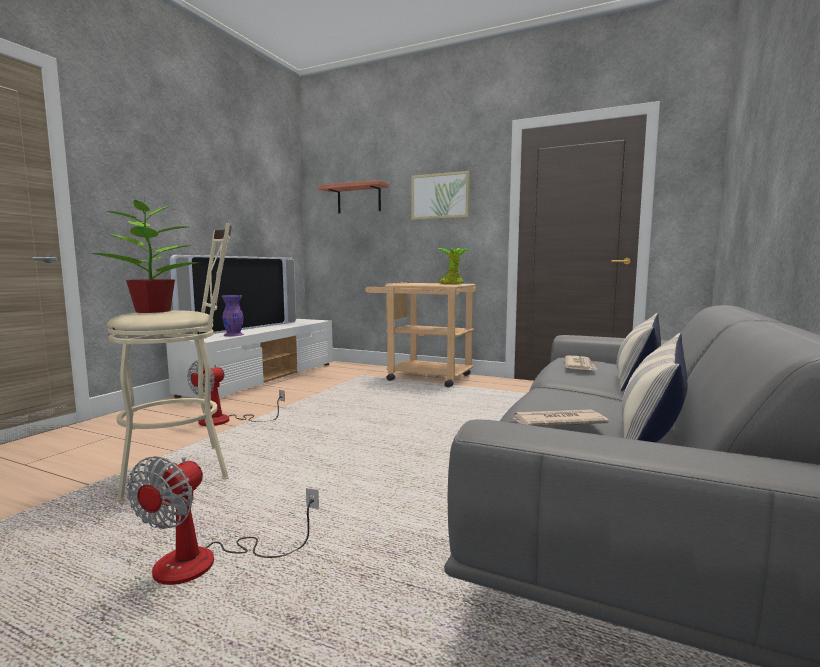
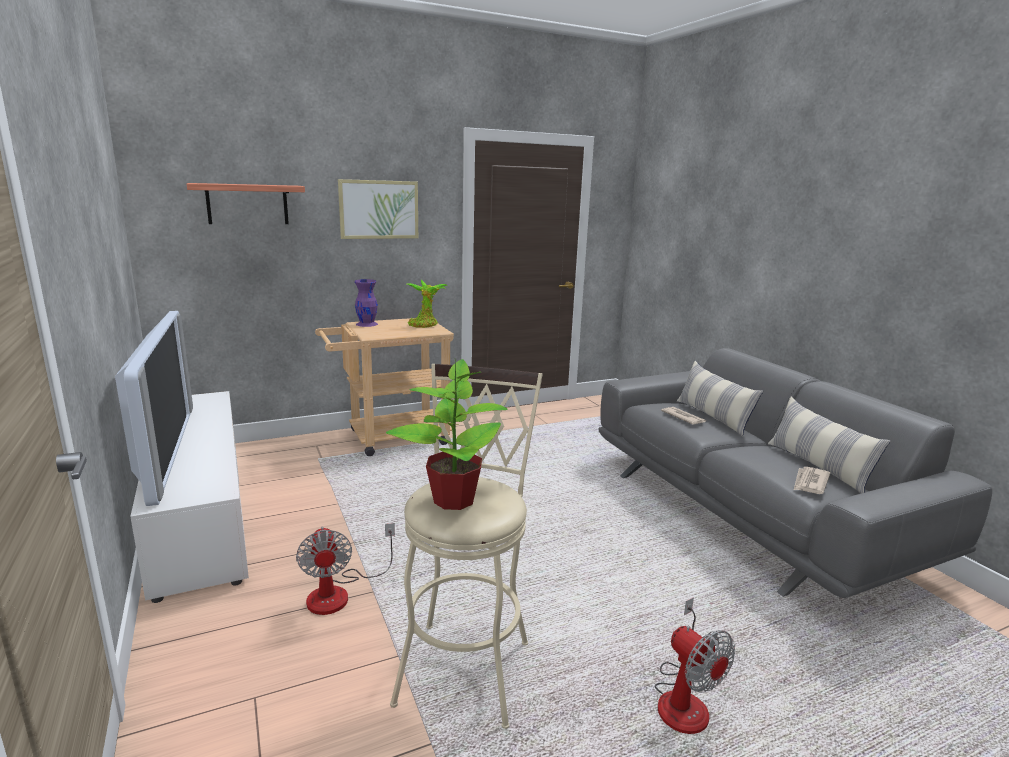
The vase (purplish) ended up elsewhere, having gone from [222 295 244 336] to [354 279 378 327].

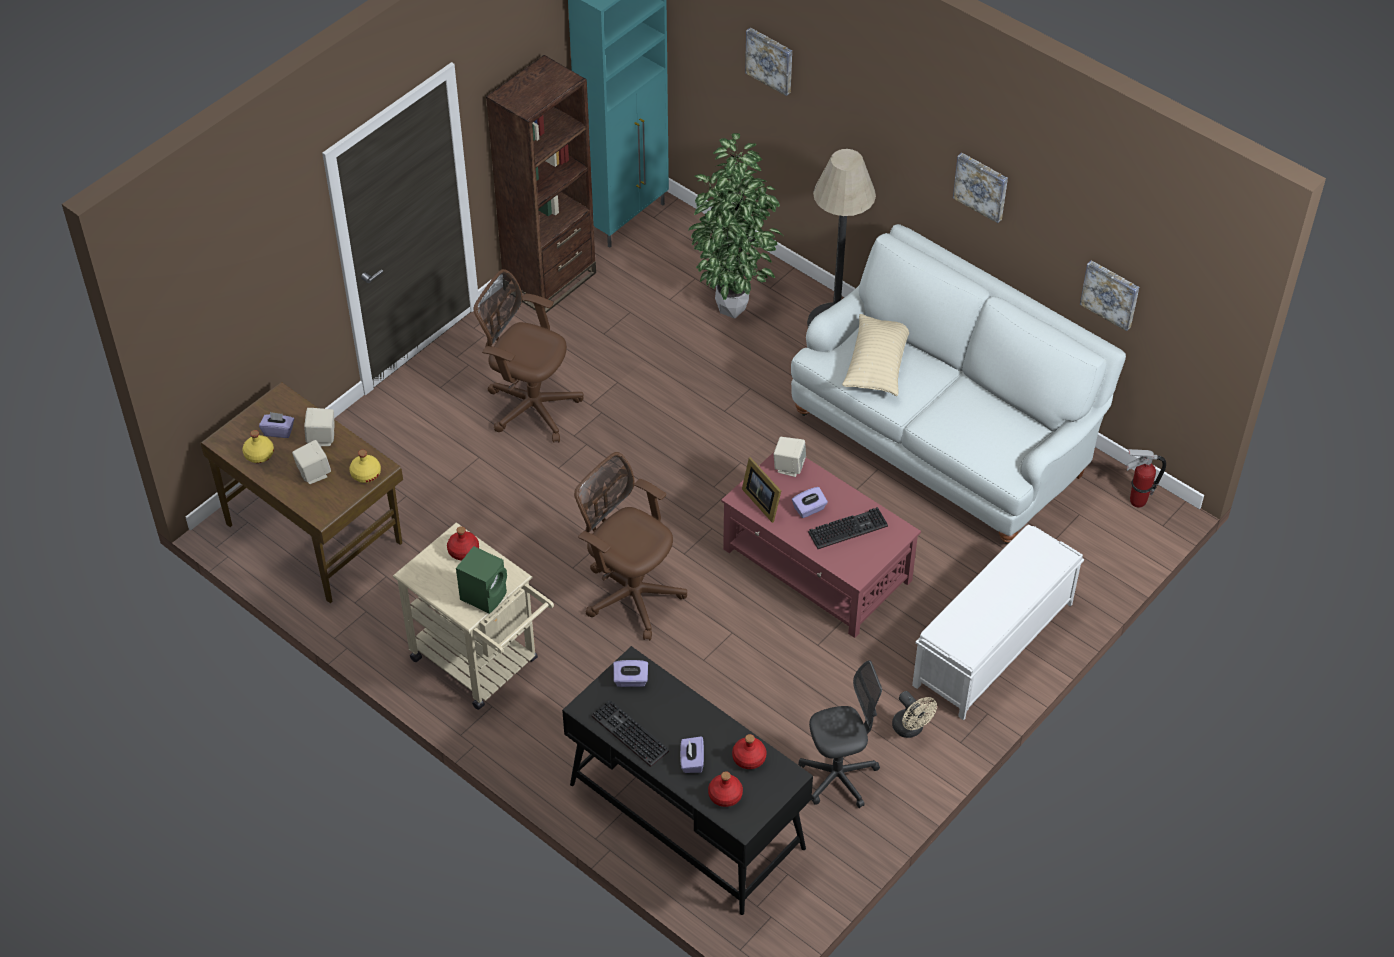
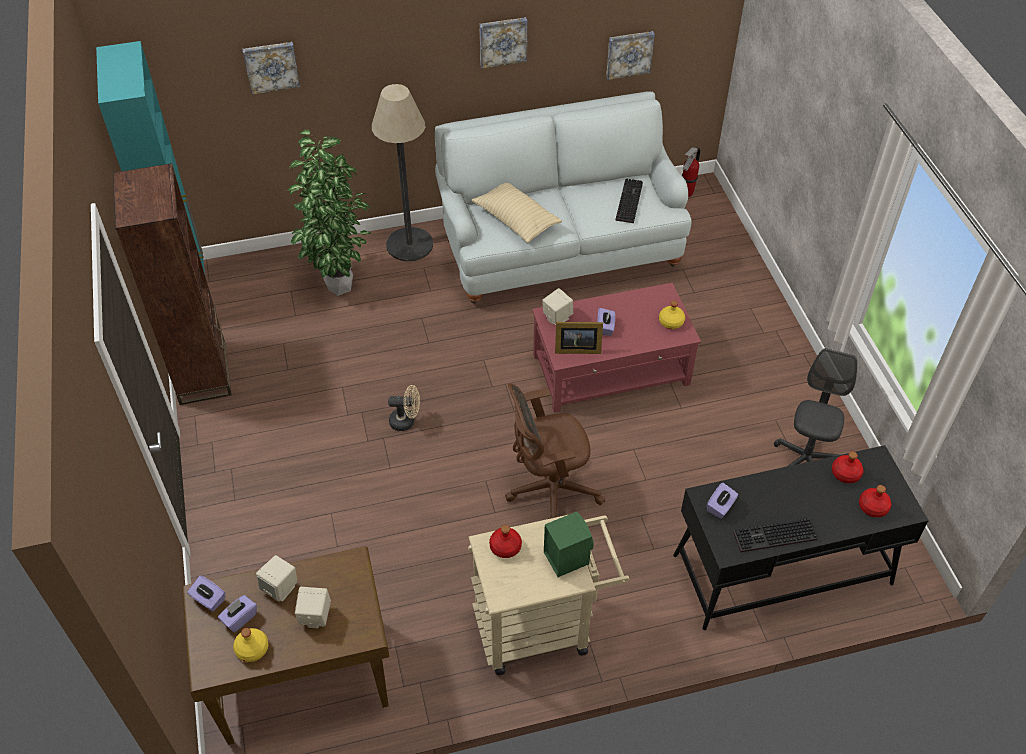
The second view lost the computer chair (brownish) at [474 269 584 443]. The second view lost the bench (white-coloured) at [912 525 1084 720]. The drink bottle (yellowish) ended up elsewhere, having gone from [349 450 381 483] to [659 301 685 329]. The tissue box (purplish) ended up elsewhere, having gone from [680 736 704 773] to [187 575 225 612]. The PC keyboard ended up elsewhere, having gone from [808 507 888 549] to [615 178 643 223]. The fan (sand-coloured) ended up elsewhere, having gone from [892 691 937 738] to [388 385 420 431].

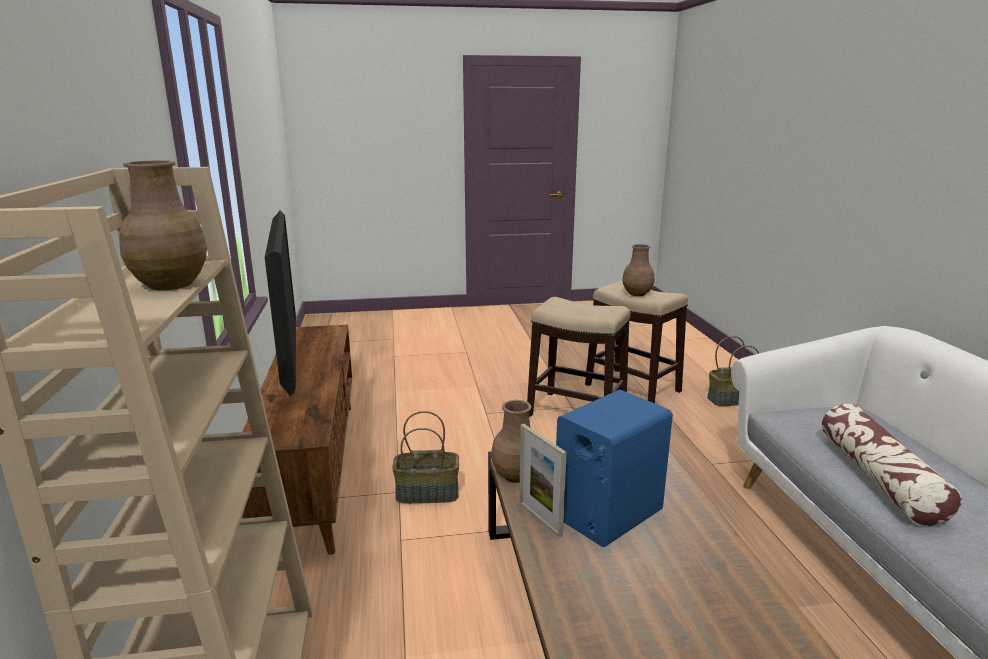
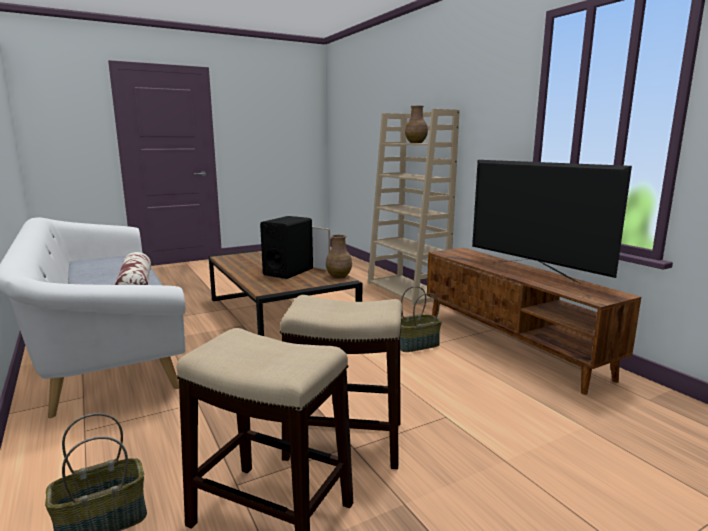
The second view lost the vase (brownish) at [622 244 655 296]. What was the audio speaker (blue-coloured) at [556 390 673 547] turned into the audio speaker (black-coloured) at [260 216 313 279].

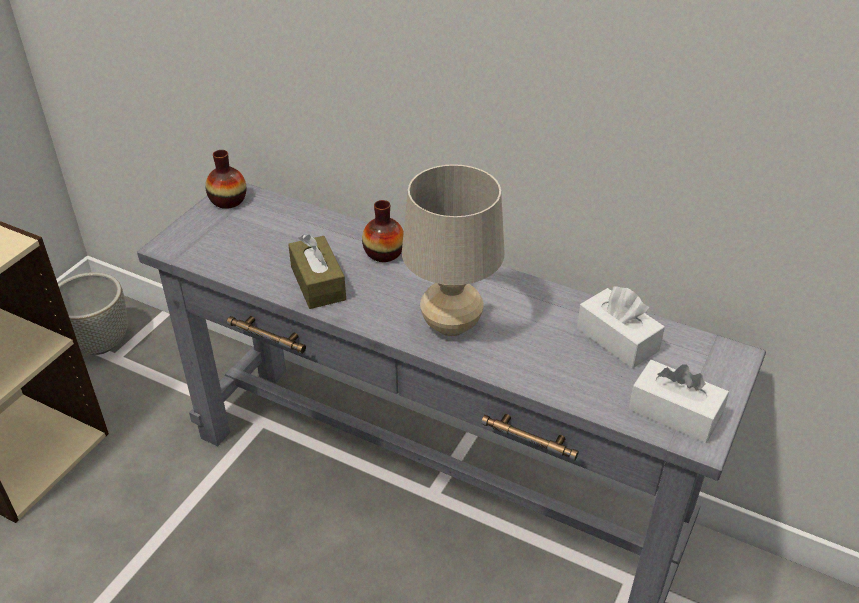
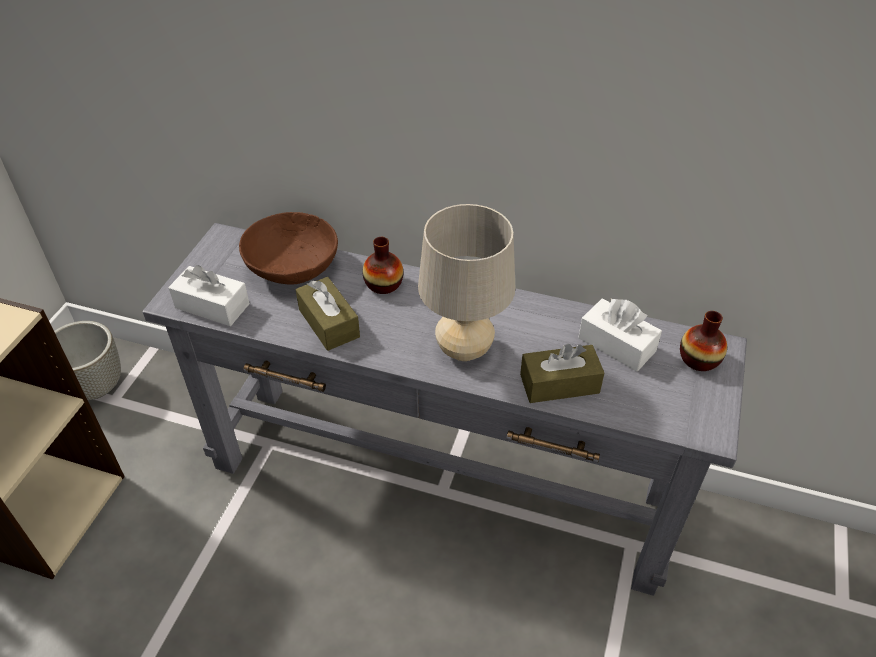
The second view gained the serving bowl (brownish) at [239 212 338 285]. The second view gained the tissue box (brownish) at [520 344 604 403]. The vase ended up elsewhere, having gone from [205 150 246 209] to [680 311 727 371]. The tissue box (white-coloured) ended up elsewhere, having gone from [629 360 729 443] to [168 265 250 326].

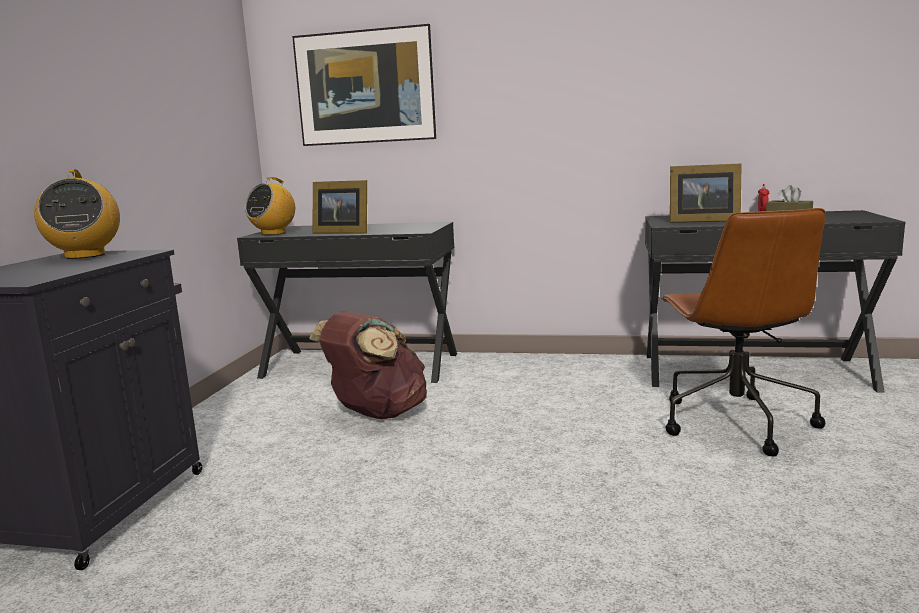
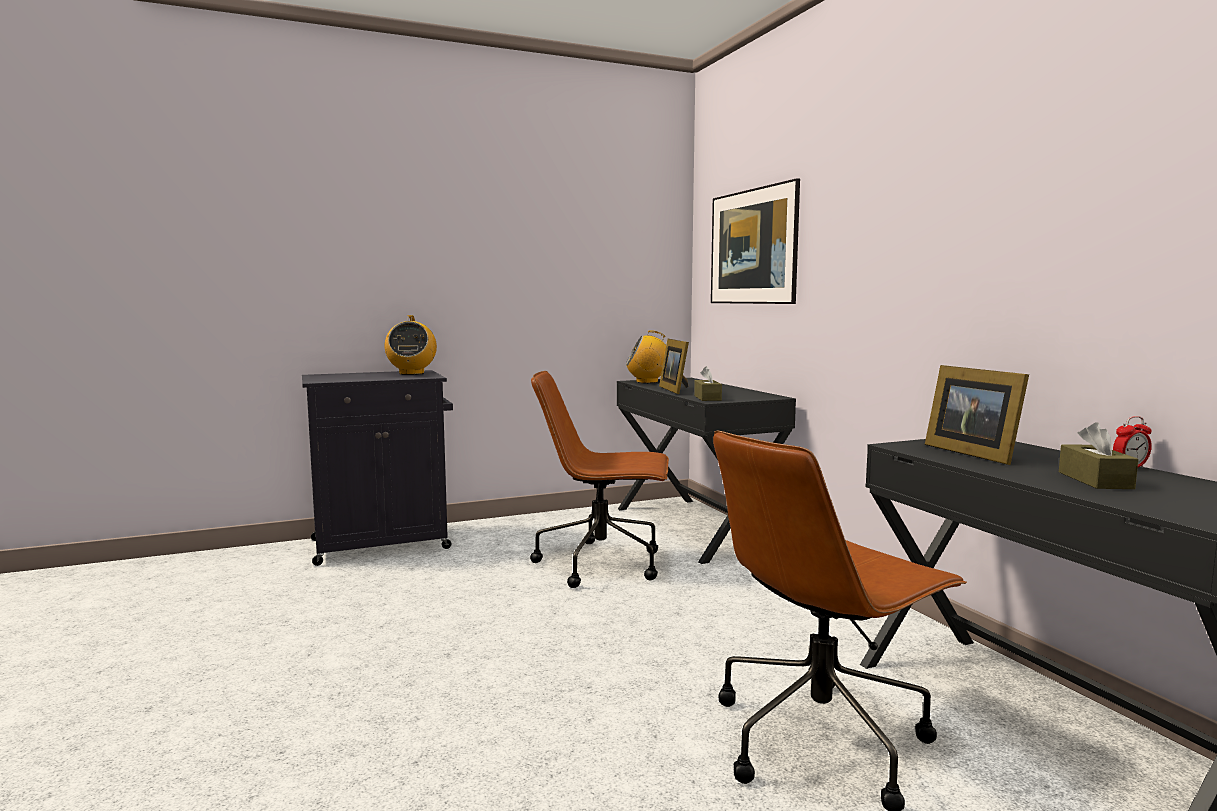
The second view gained the tissue box (brownish) at [694 366 722 401]. Where the knapsack (brownish) stood at [309 312 427 419], the computer chair (brownish) came to stand at [530 371 669 588]. The radio at [34 169 120 259] ended up facing another way, 45 degrees counterclockwise from before.

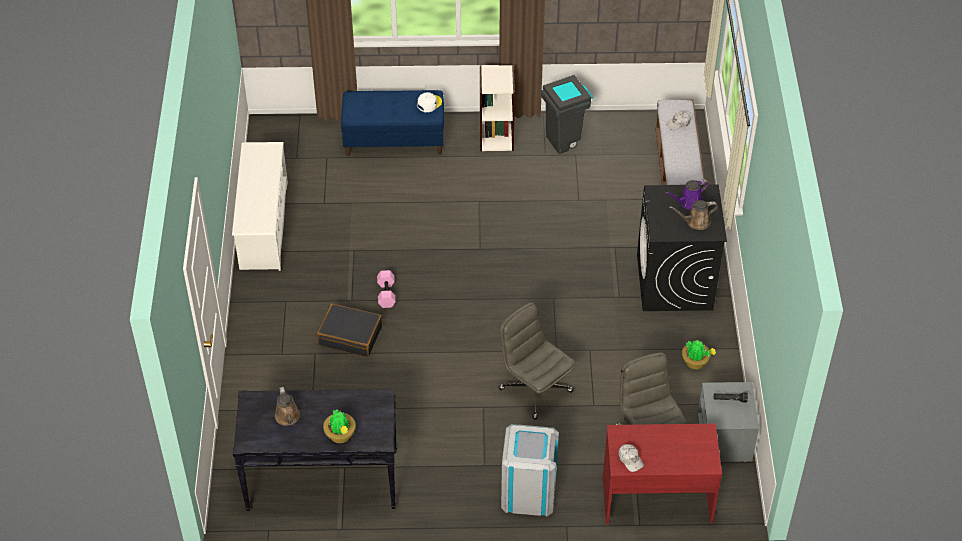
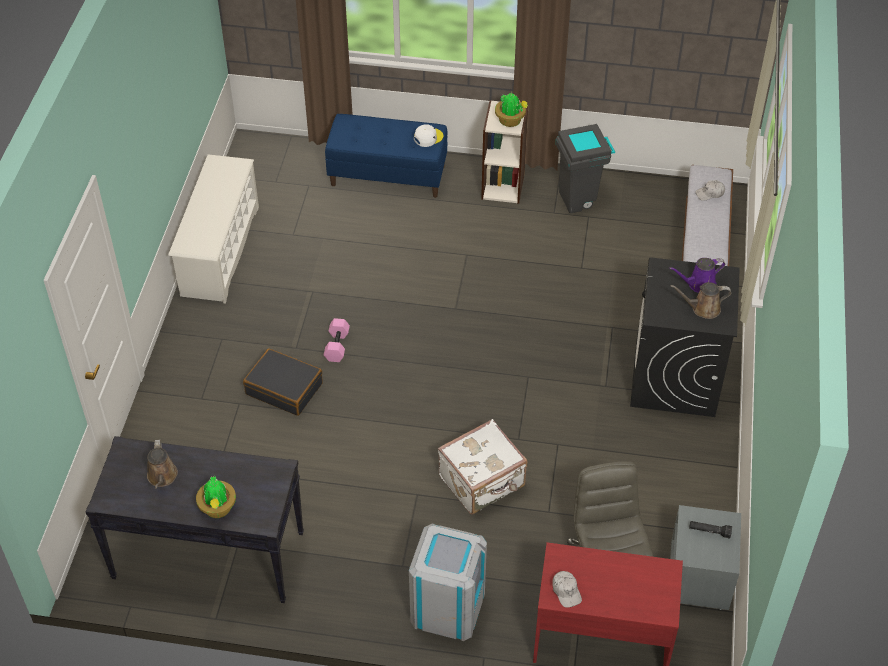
The houseplant ended up elsewhere, having gone from [681 340 716 369] to [495 93 528 127]. Where the computer chair (grey) stood at [499 302 576 420], the travel case (white-coloured) came to stand at [438 419 527 515].

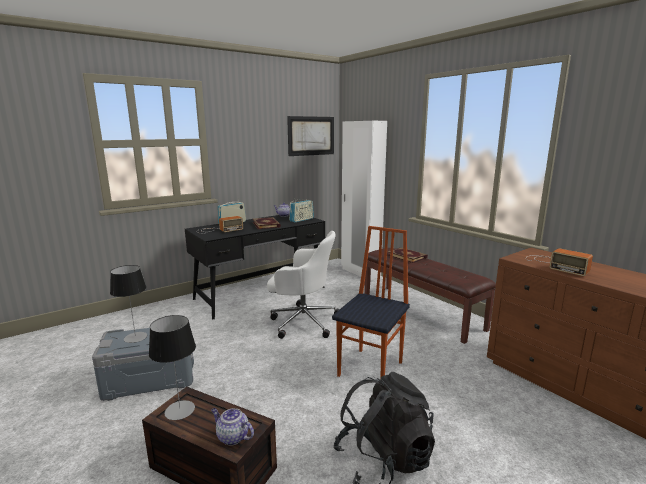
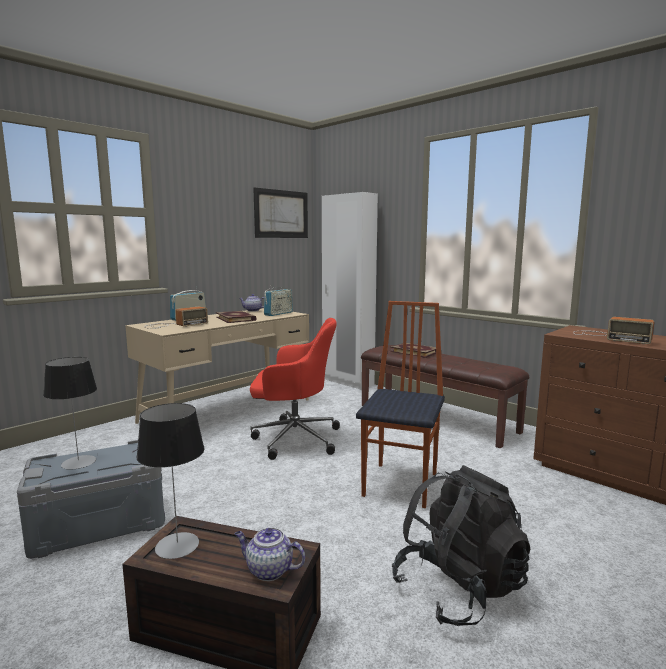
What was the desk unit (black-coloured) at [185 215 325 319] turned into the desk unit (sand-coloured) at [125 308 309 424]. What was the computer chair (white-coloured) at [267 231 340 339] turned into the computer chair (red-coloured) at [250 318 340 460].

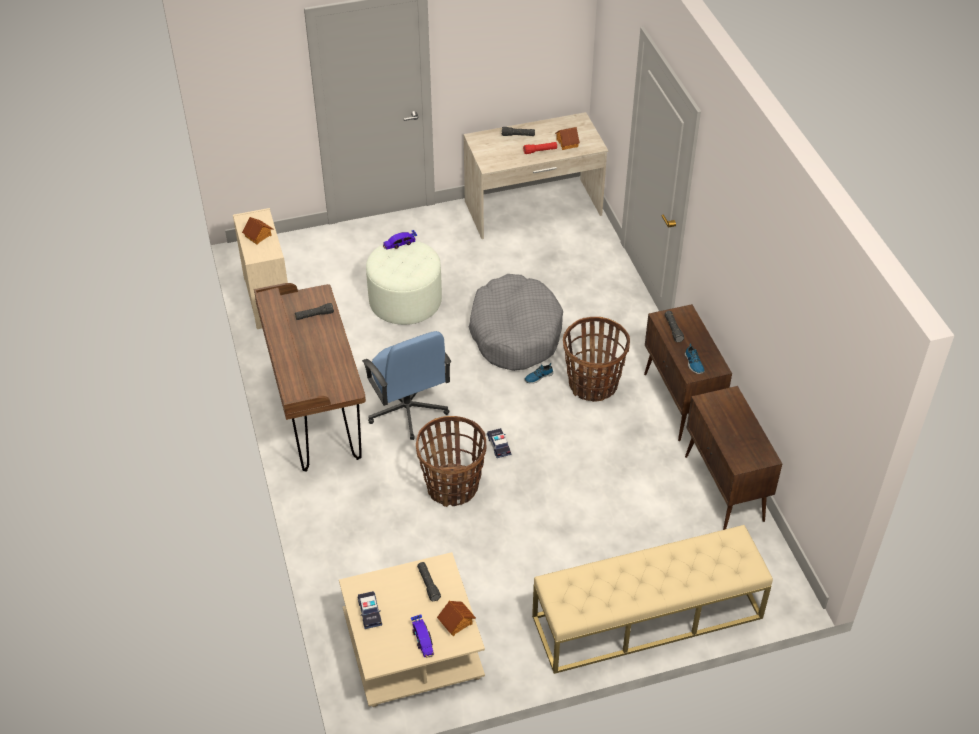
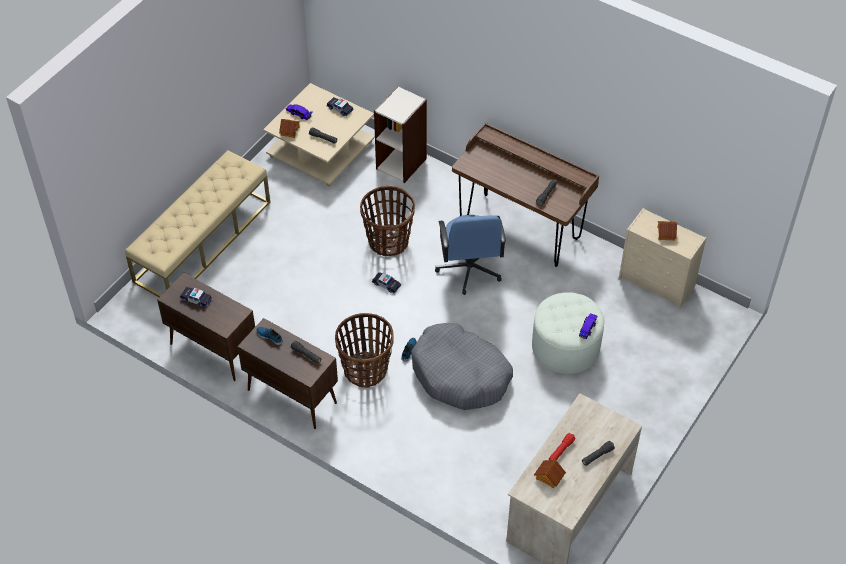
The second view gained the miniature car at [180 287 212 308]. The second view gained the bookshelf at [374 86 427 183]. The computer chair (blue-coloured) at [362 331 451 440] ended up facing another way, 120 degrees counterclockwise from before.

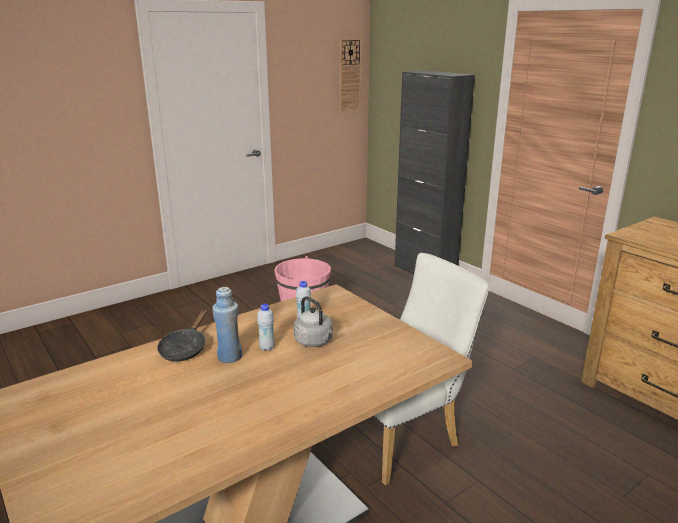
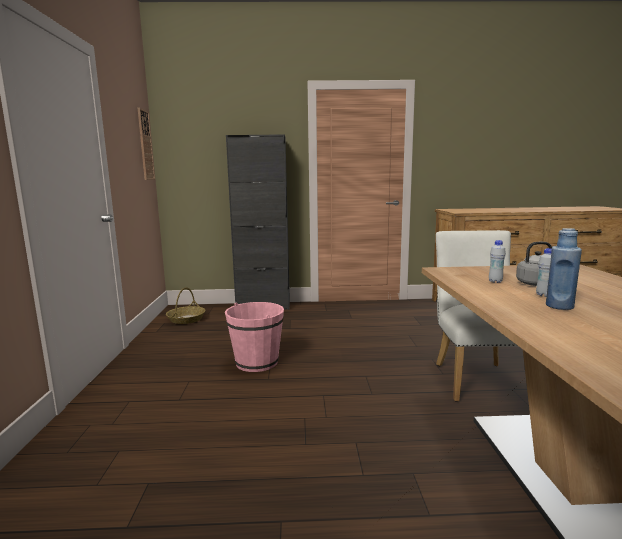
The second view lost the pan (black-coloured) at [157 309 207 362]. The second view gained the storage basket at [166 287 205 324].

